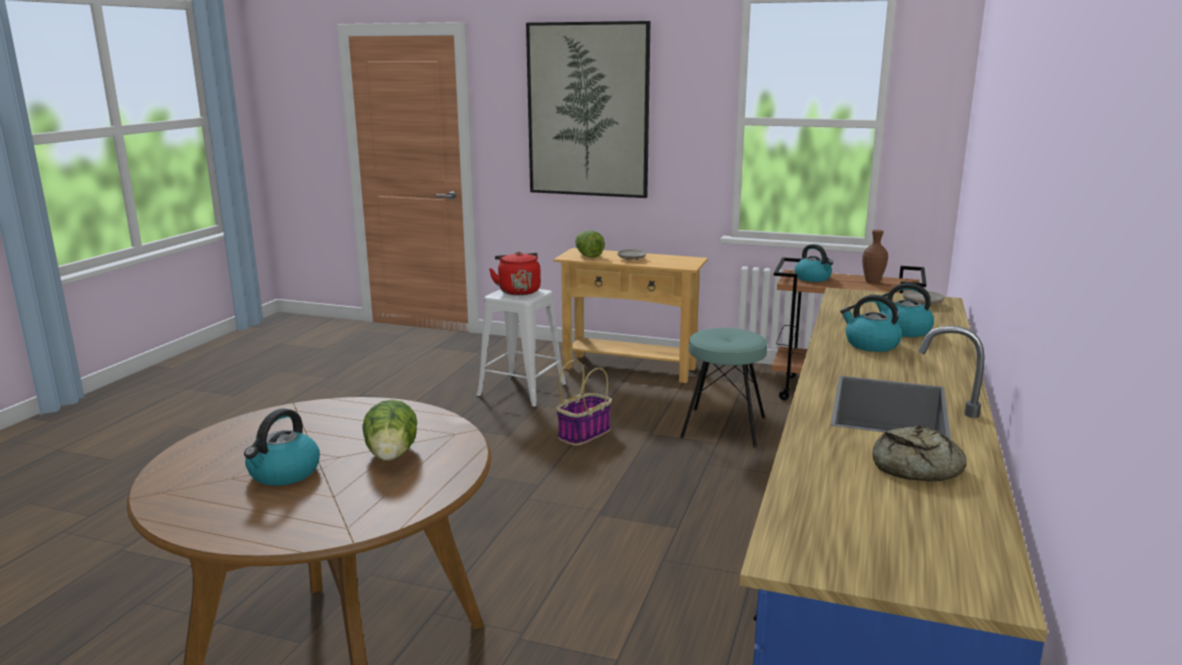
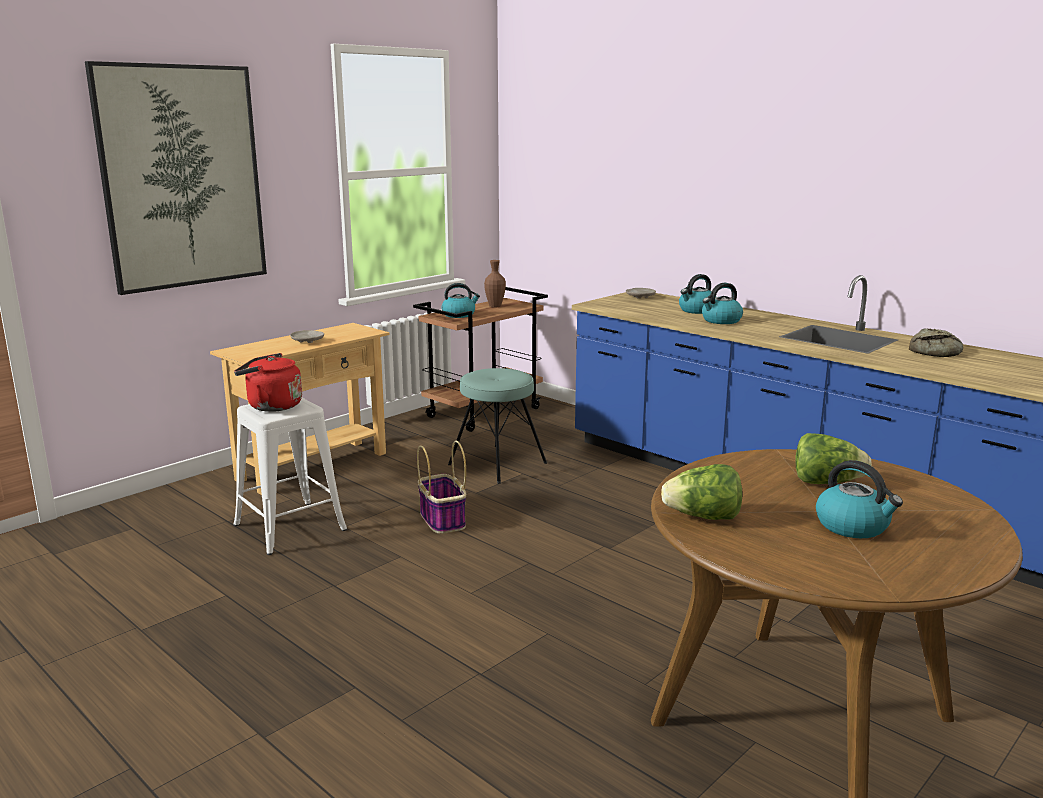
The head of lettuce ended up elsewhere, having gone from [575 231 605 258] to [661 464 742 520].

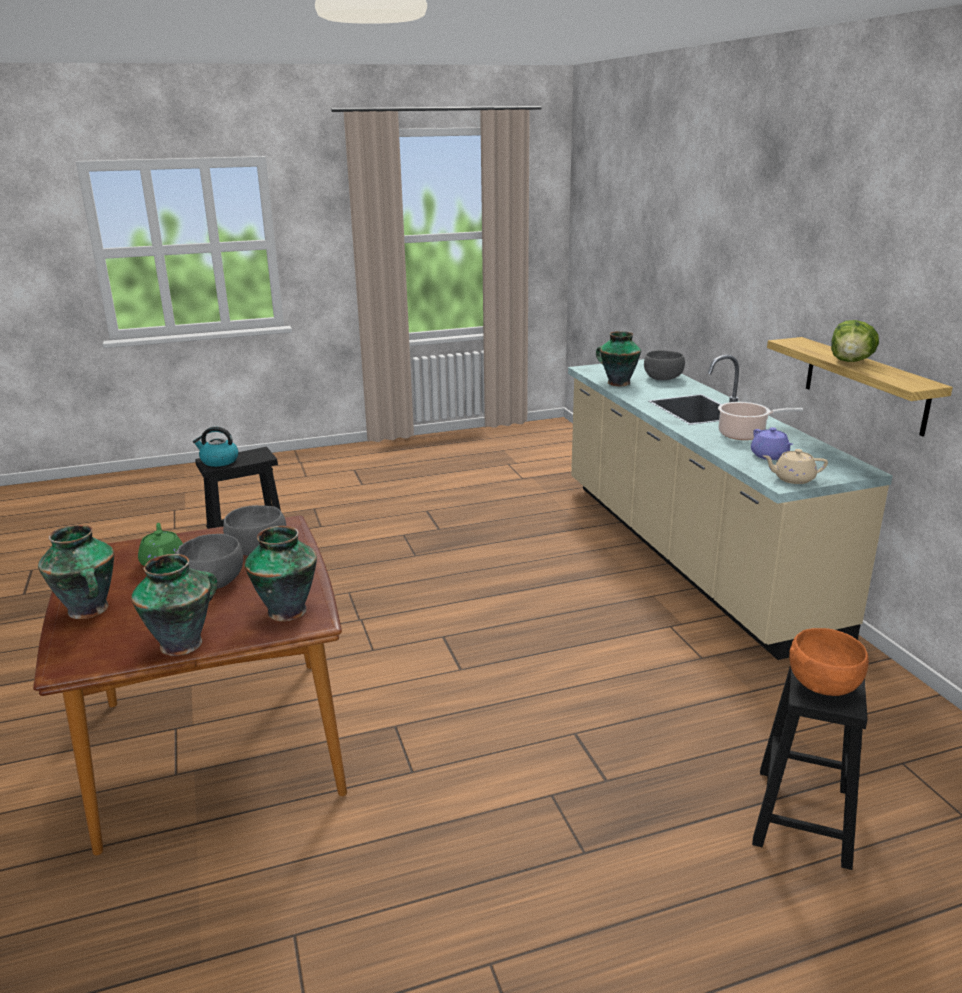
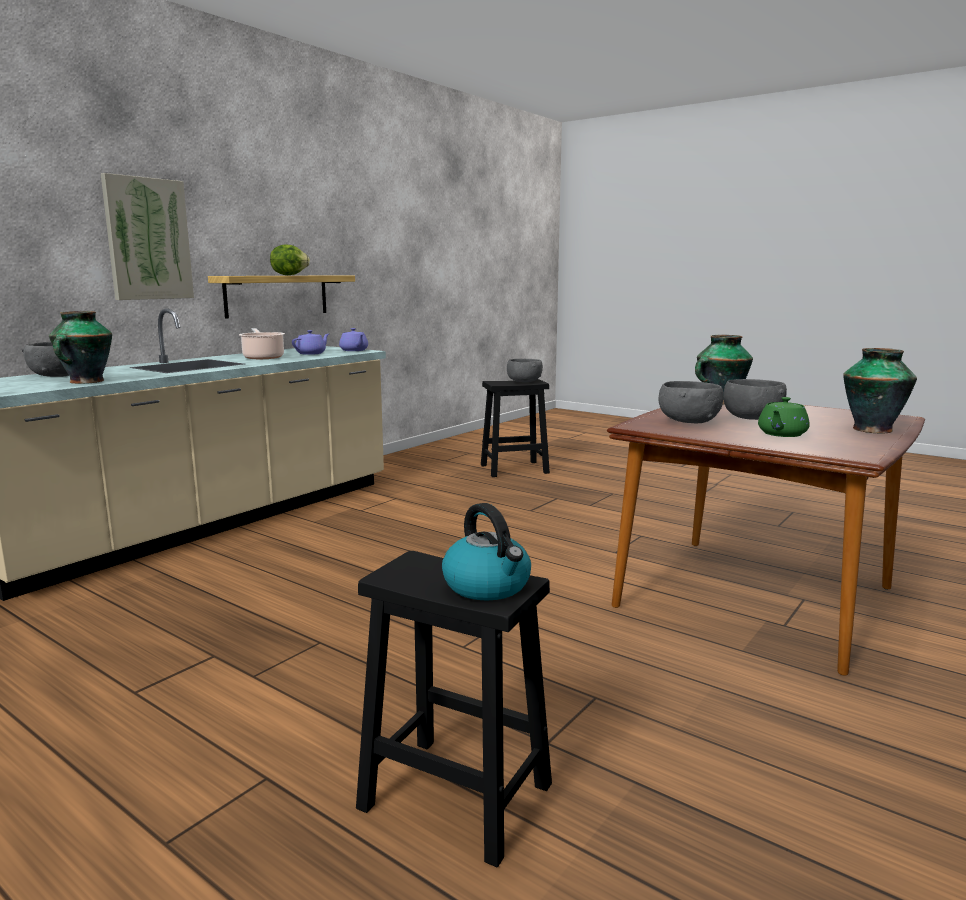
The second view lost the vase at [131 554 217 656]. The second view gained the wall picture at [101 173 194 300]. What was the tea pot (sand-coloured) at [763 449 828 484] turned into the tea pot (purplish) at [339 328 368 351]. What was the serving bowl (orange-coloured) at [789 628 869 696] turned into the serving bowl (grey) at [507 359 543 382].

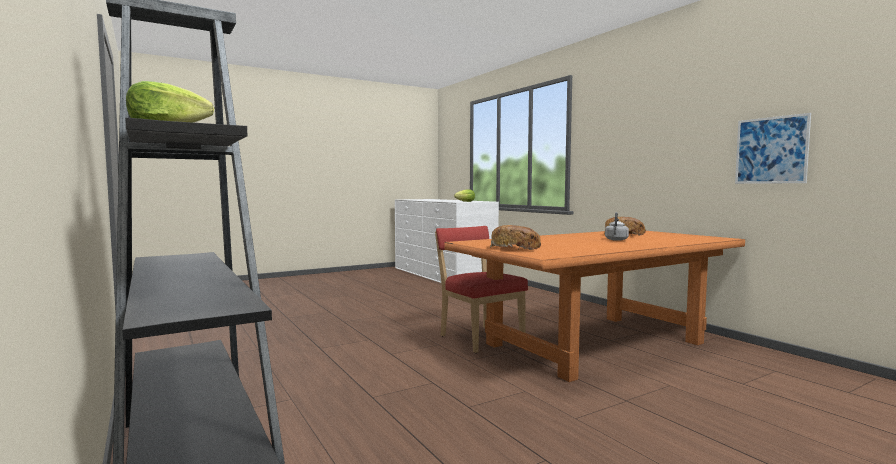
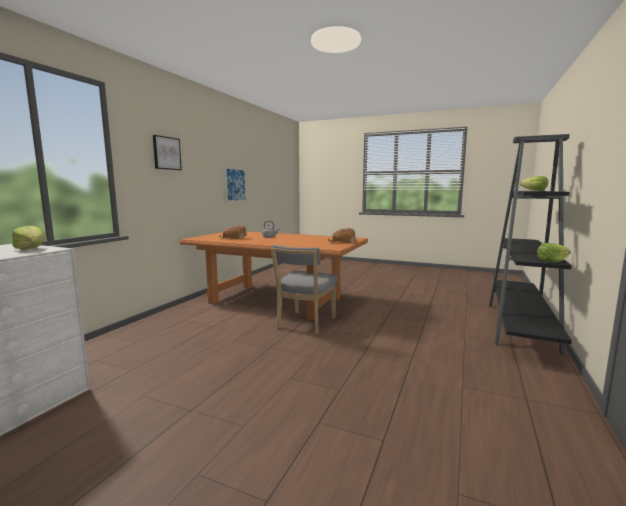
The second view gained the wall picture at [153 135 182 170]. The second view gained the head of lettuce at [537 243 571 262]. What was the chair (red-coloured) at [435 226 528 353] turned into the chair (grey) at [271 245 337 335].

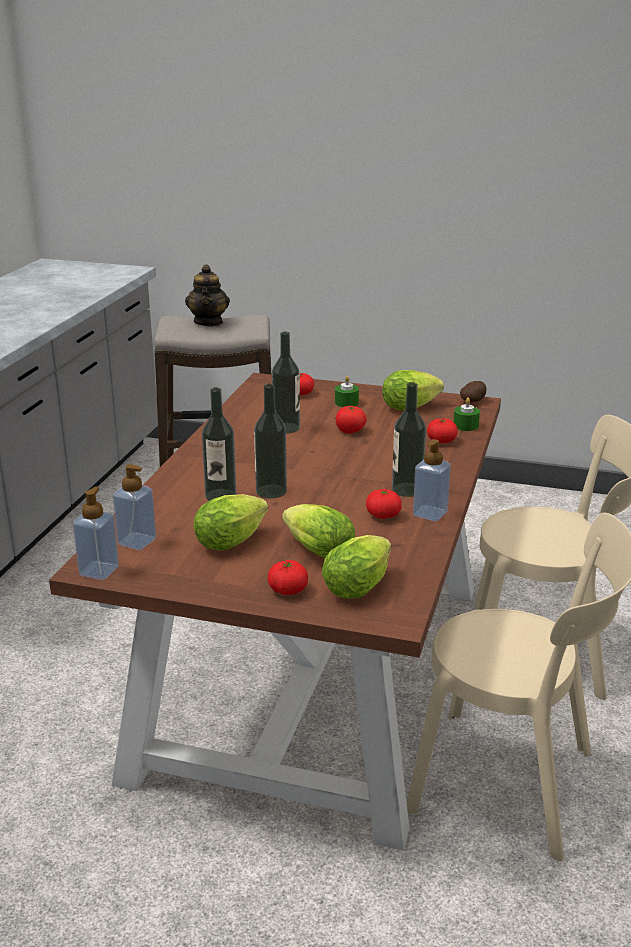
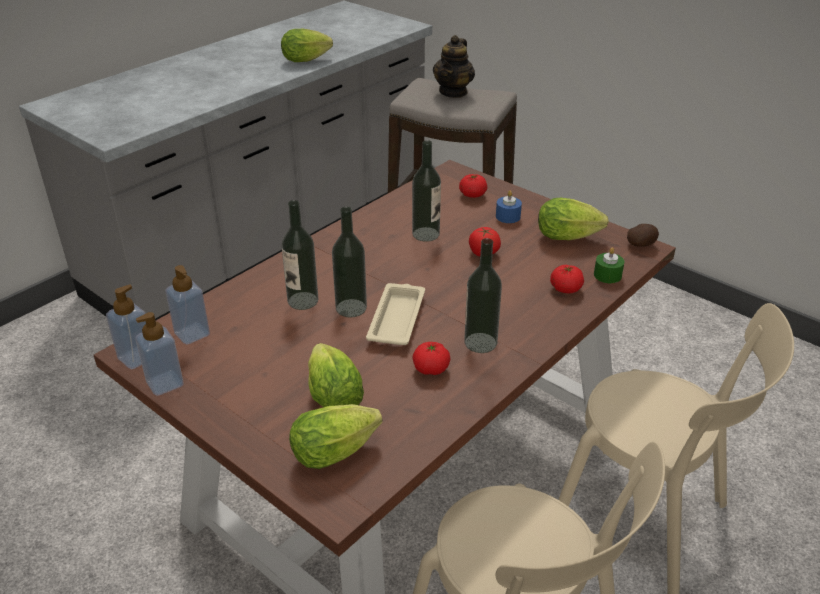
The second view lost the fresh tomato at [268 560 308 595]. The second view gained the tray (sand-coloured) at [366 283 425 345]. The head of lettuce ended up elsewhere, having gone from [194 494 268 550] to [281 29 333 62]. The soap dispenser ended up elsewhere, having gone from [413 439 451 522] to [135 312 184 396]. What was the candle (green-coloured) at [335 376 359 407] turned into the candle (blue-coloured) at [496 190 522 223].

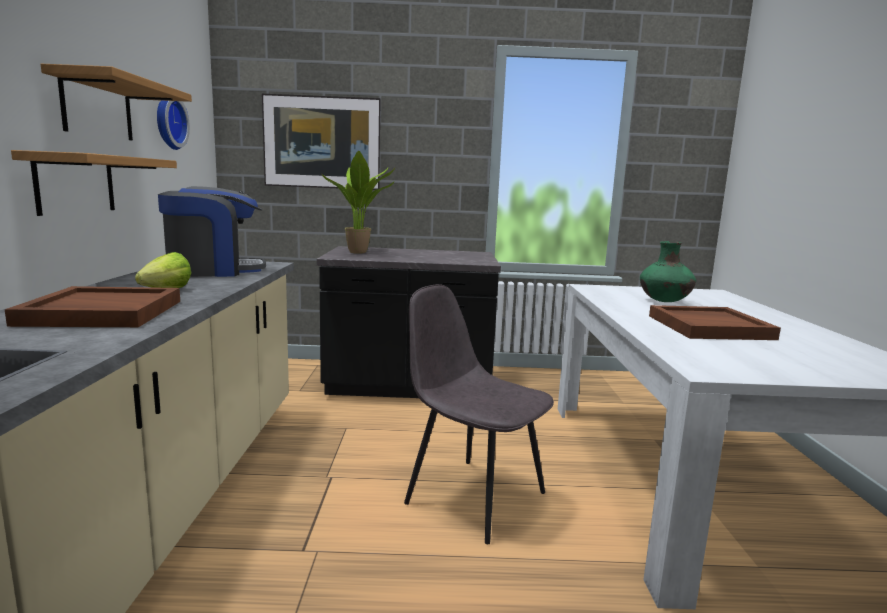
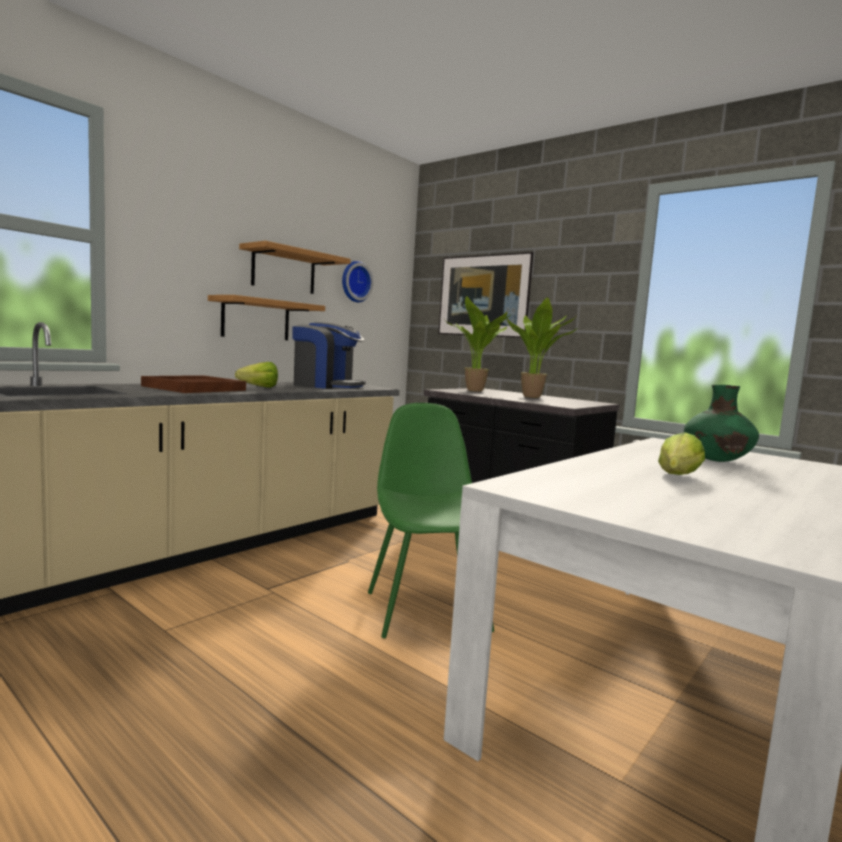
The second view gained the houseplant at [507 297 577 398]. Where the tray (brownish) stood at [649 305 781 340], the head of lettuce came to stand at [658 432 705 475]. What was the chair (grey) at [404 284 554 544] turned into the chair (green-coloured) at [368 403 494 638].

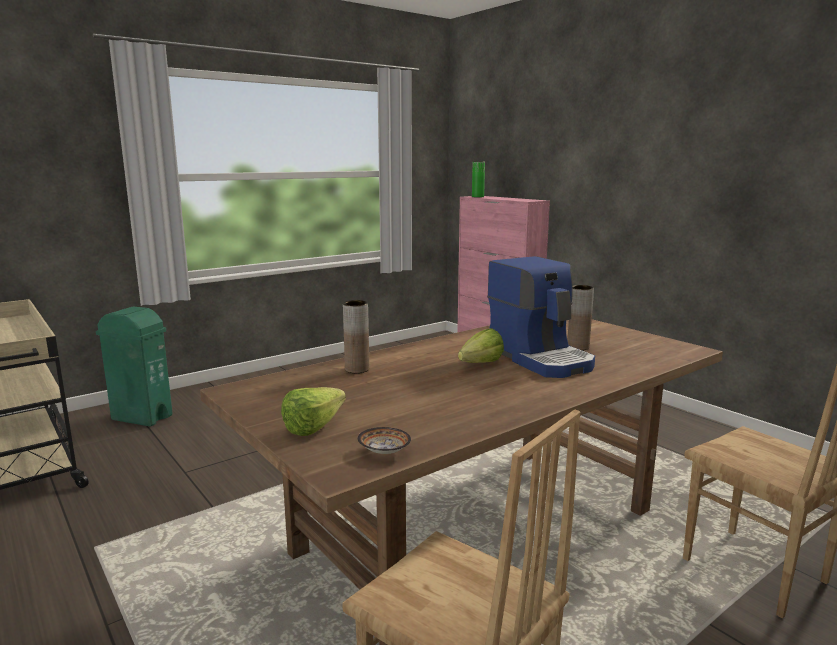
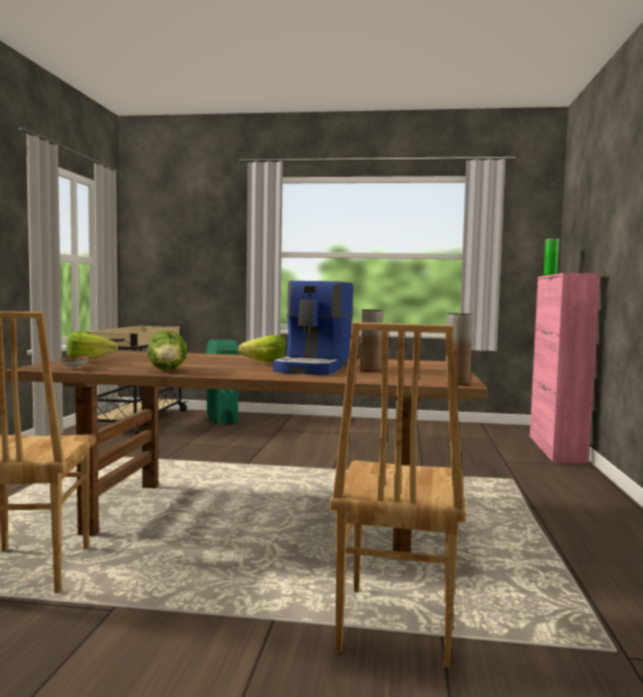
The second view gained the head of lettuce at [147 331 187 370]. The vase (brownish) ended up elsewhere, having gone from [343 300 369 373] to [445 313 473 385].

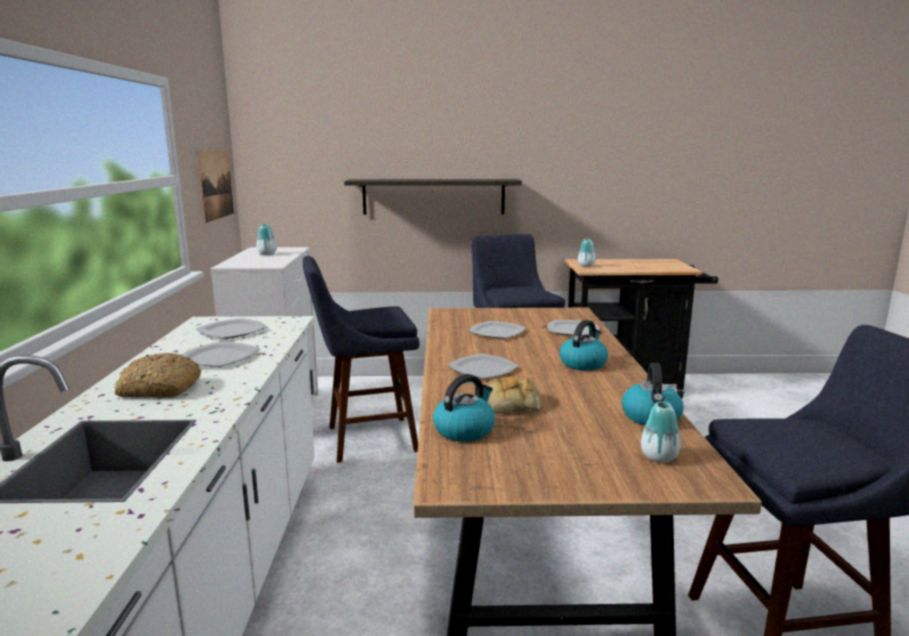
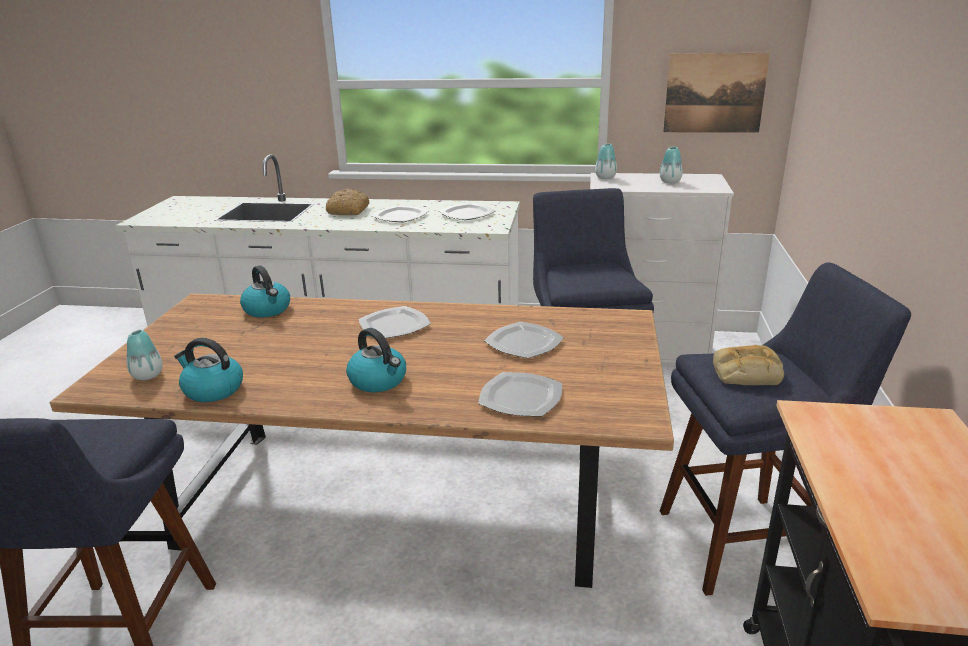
The second view lost the shelf at [344 179 522 215]. The bread ended up elsewhere, having gone from [487 376 542 413] to [713 345 784 385]. The vase ended up elsewhere, having gone from [578 239 596 267] to [595 144 617 179].

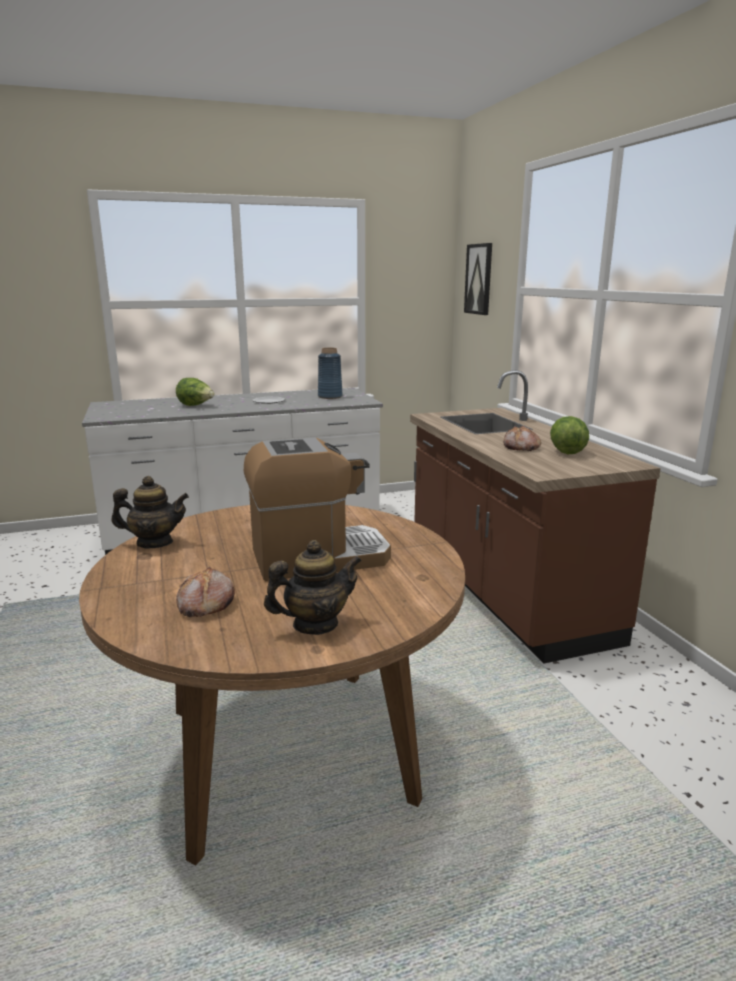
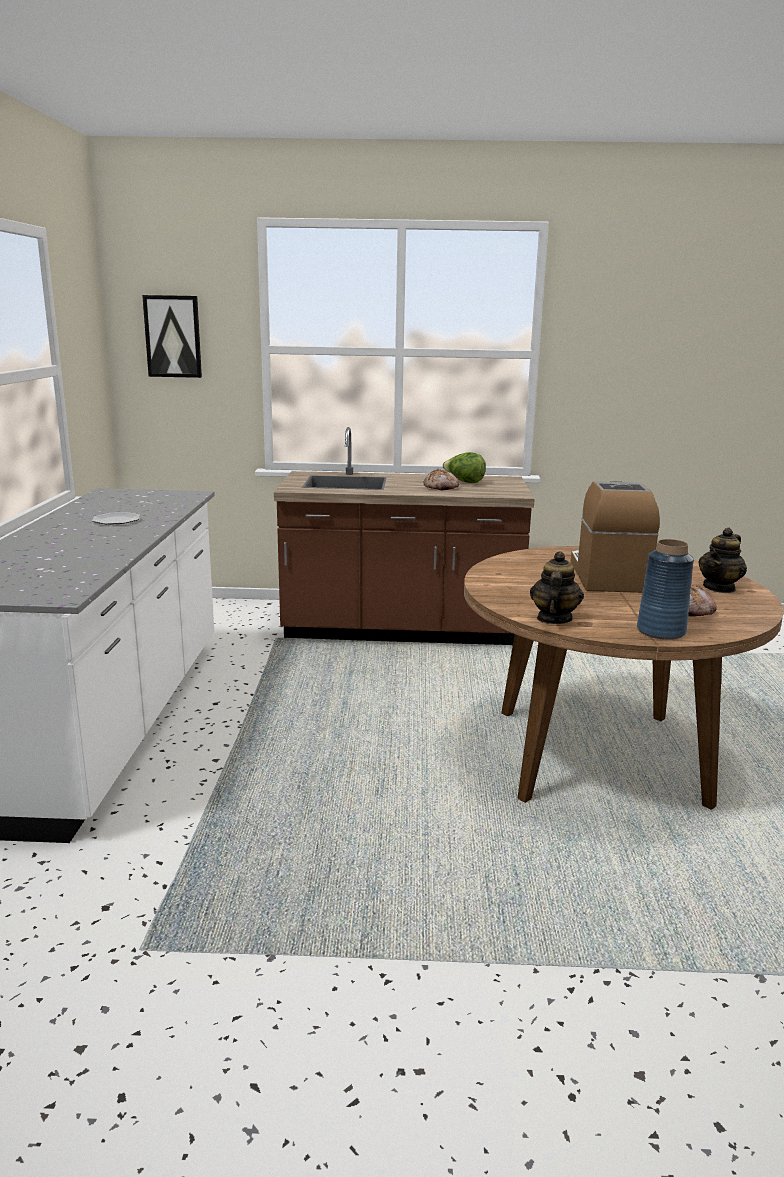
The second view lost the head of lettuce at [176 378 215 406]. The vase (blue-coloured) ended up elsewhere, having gone from [318 348 343 399] to [637 539 694 640]. The tea pot at [264 540 362 635] ended up facing another way, 135 degrees counterclockwise from before.

